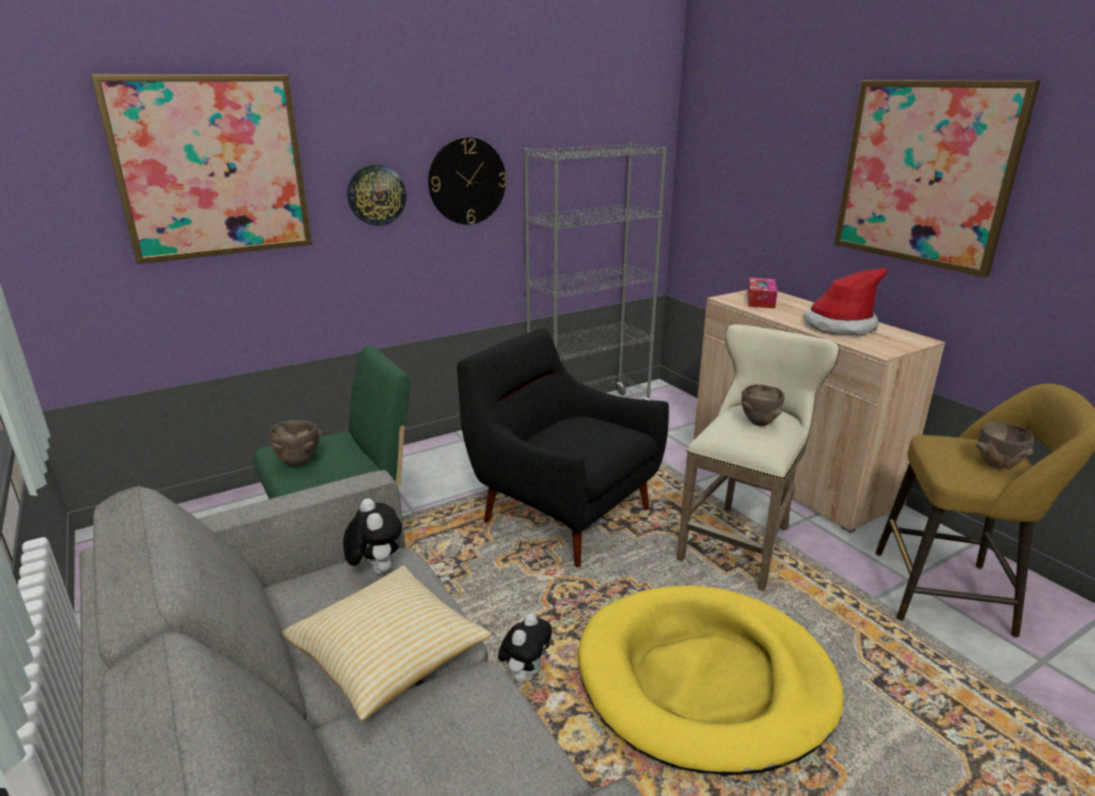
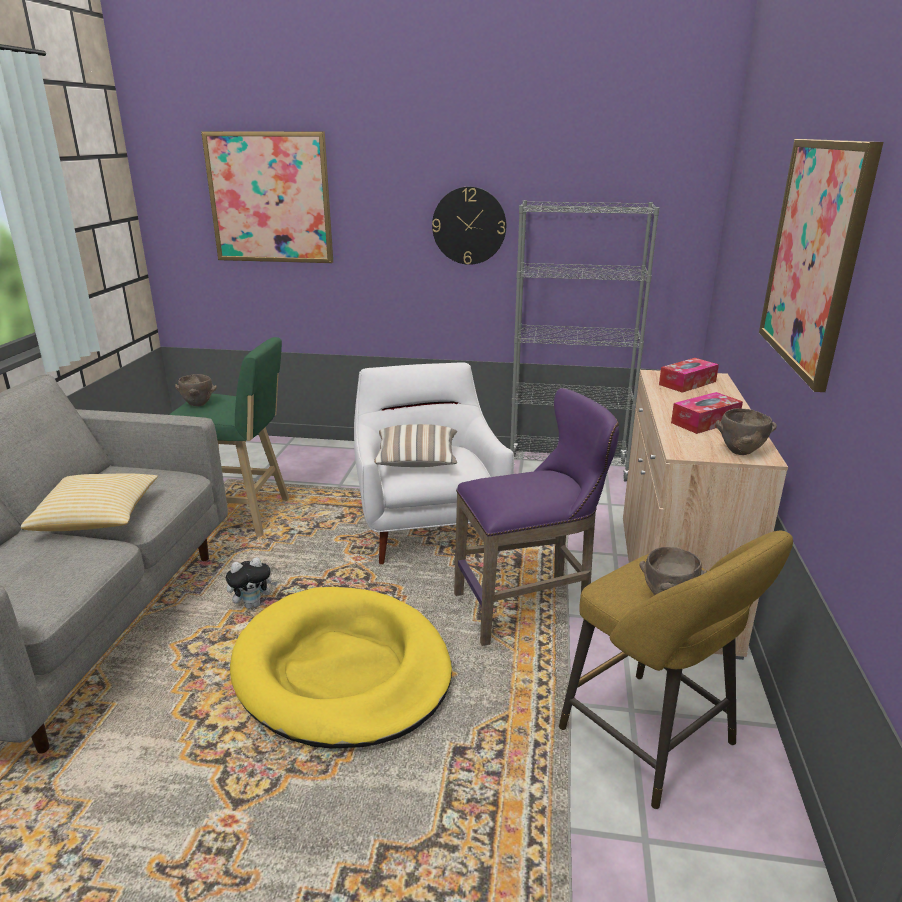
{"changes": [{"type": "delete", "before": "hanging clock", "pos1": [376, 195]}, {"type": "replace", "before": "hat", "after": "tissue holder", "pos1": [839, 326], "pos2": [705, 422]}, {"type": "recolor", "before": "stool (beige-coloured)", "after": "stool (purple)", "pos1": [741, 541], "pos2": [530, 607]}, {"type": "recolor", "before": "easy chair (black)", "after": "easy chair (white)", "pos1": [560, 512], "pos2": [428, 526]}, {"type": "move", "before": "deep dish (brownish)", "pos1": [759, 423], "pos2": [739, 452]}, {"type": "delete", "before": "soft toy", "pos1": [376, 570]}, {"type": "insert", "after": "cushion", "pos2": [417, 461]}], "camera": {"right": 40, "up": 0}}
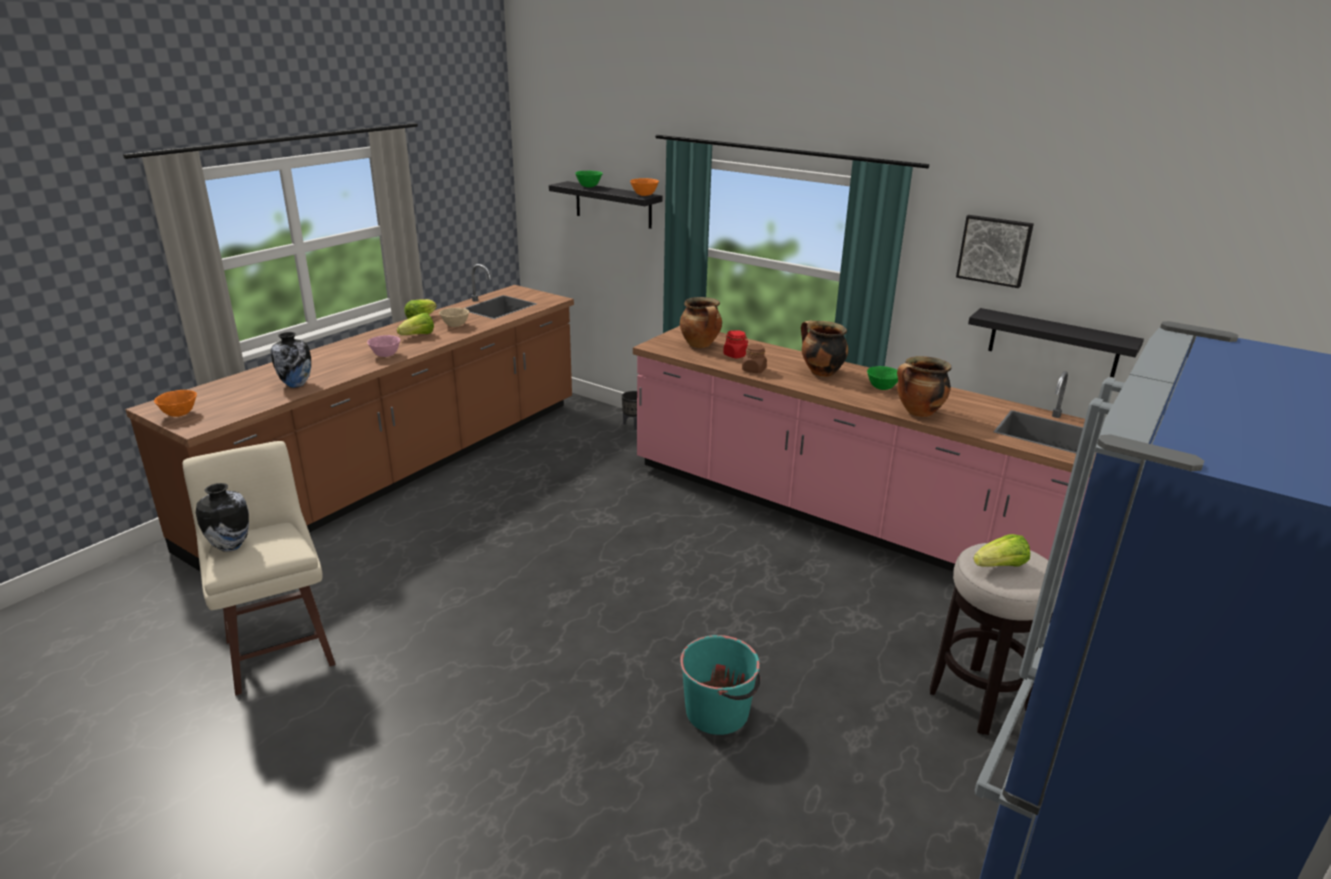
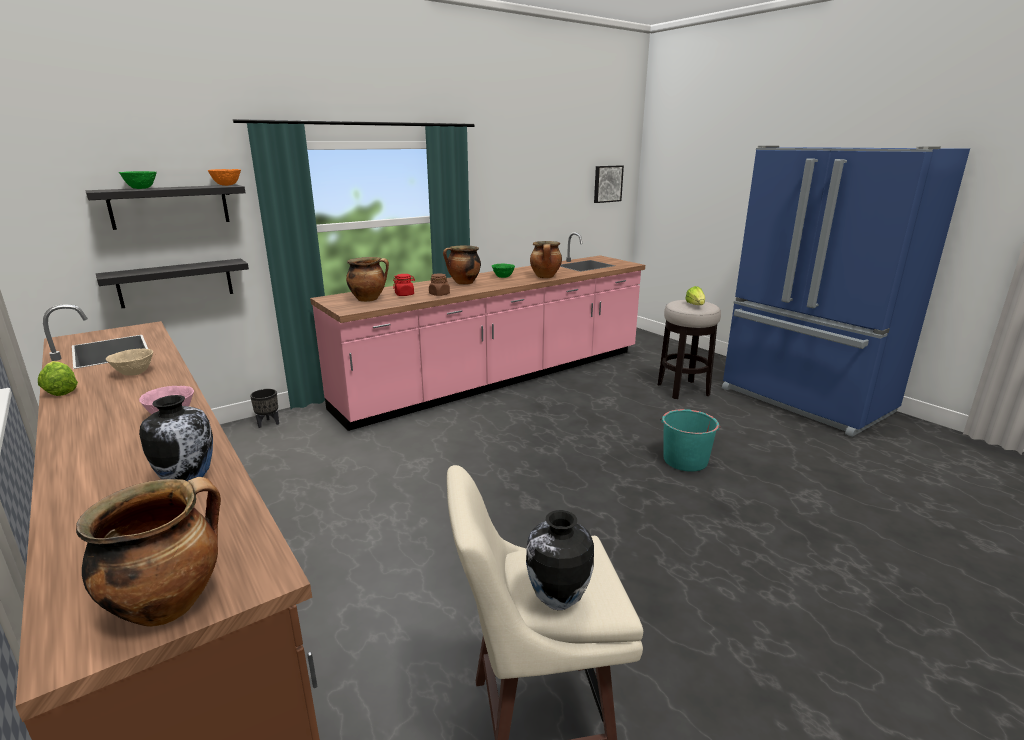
{"changes": [{"type": "move", "before": "picture", "pos1": [994, 250], "pos2": [607, 184]}, {"type": "move", "before": "wall shelf (black)", "pos1": [1053, 343], "pos2": [176, 283]}, {"type": "delete", "before": "head of lettuce", "pos1": [418, 336]}, {"type": "replace", "before": "deep dish (orangey)", "after": "saucepot", "pos1": [180, 414], "pos2": [170, 603]}], "camera": {"right": -70, "up": -5}}
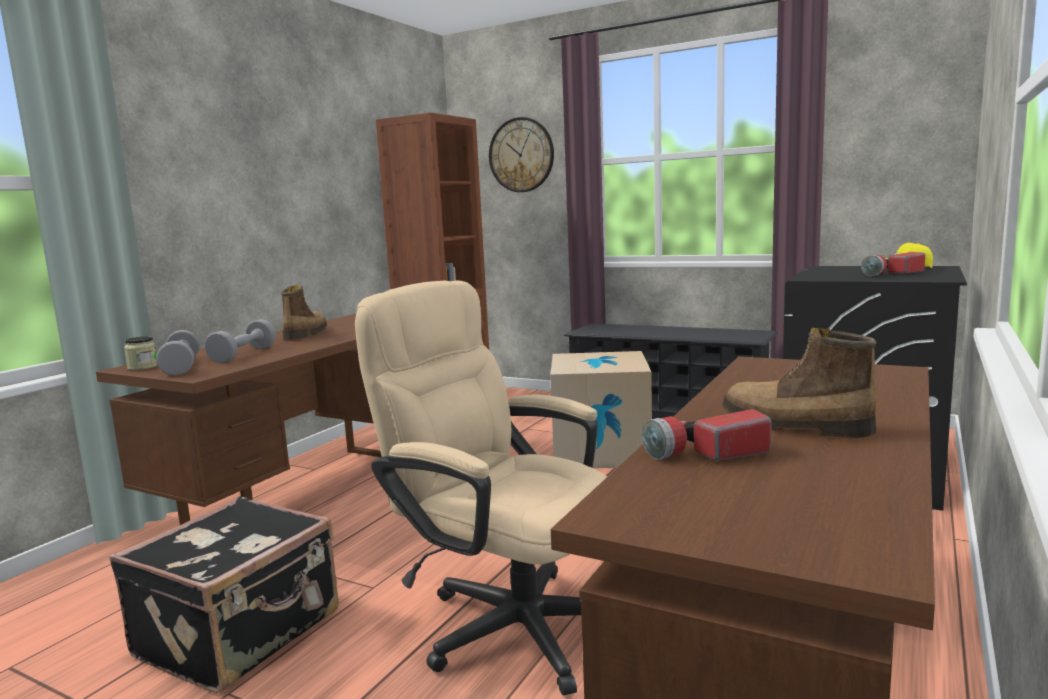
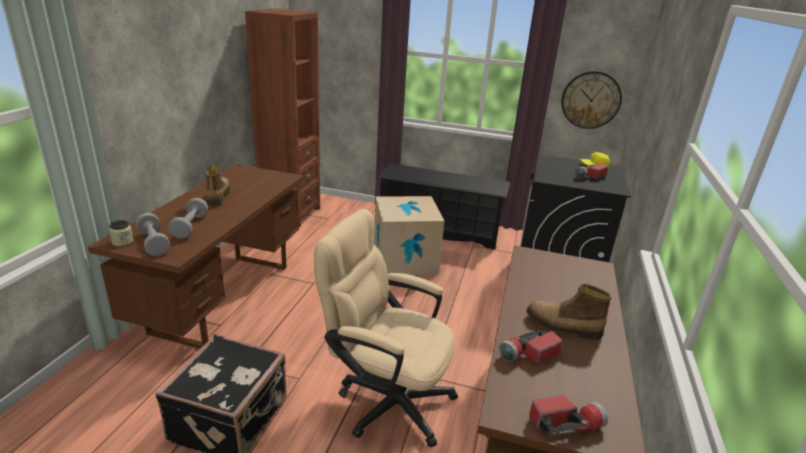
{"changes": [{"type": "move", "before": "hanging clock", "pos1": [521, 155], "pos2": [591, 100]}, {"type": "insert", "after": "flashlight", "pos2": [565, 424]}], "camera": {"right": -15, "up": 15}}
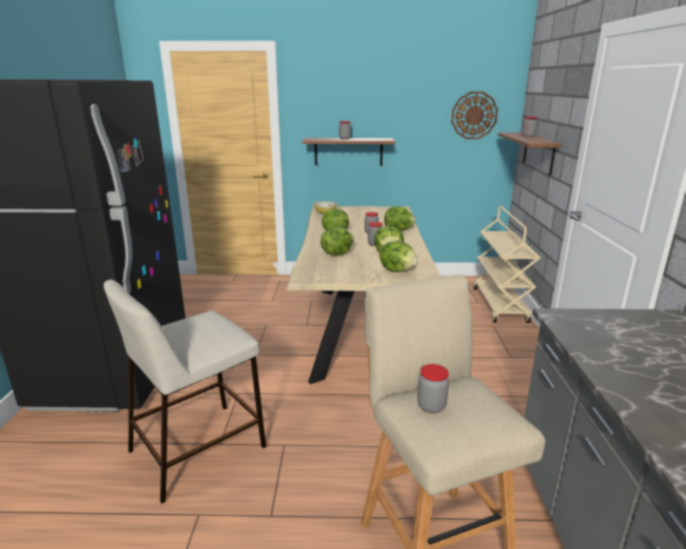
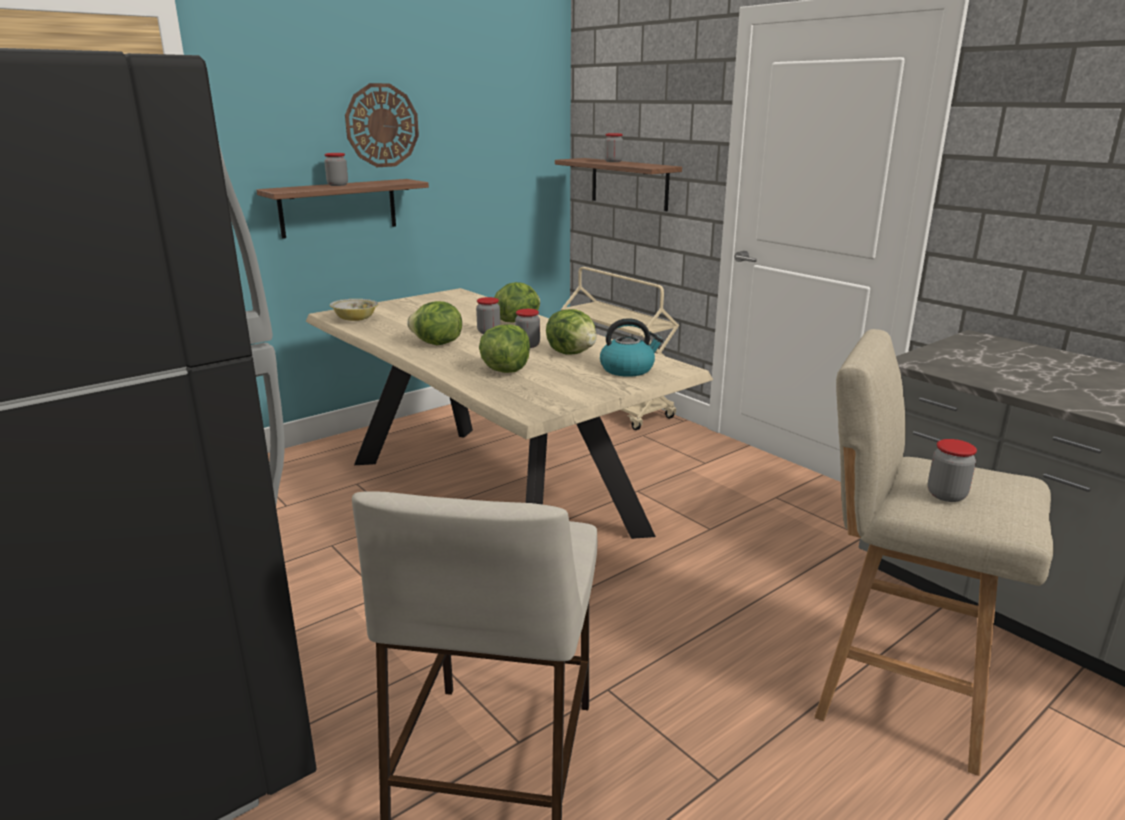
{"changes": [{"type": "move", "before": "hanging clock", "pos1": [474, 115], "pos2": [382, 125]}, {"type": "replace", "before": "head of lettuce", "after": "water kettle", "pos1": [398, 270], "pos2": [628, 369]}], "camera": {"right": -40, "up": 0}}
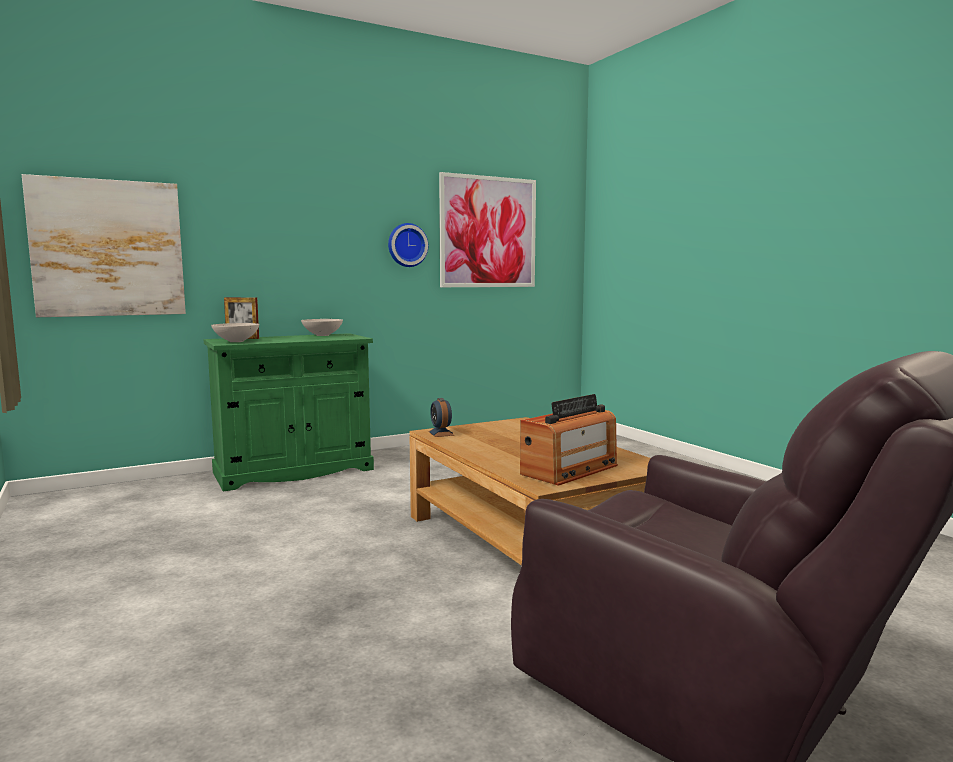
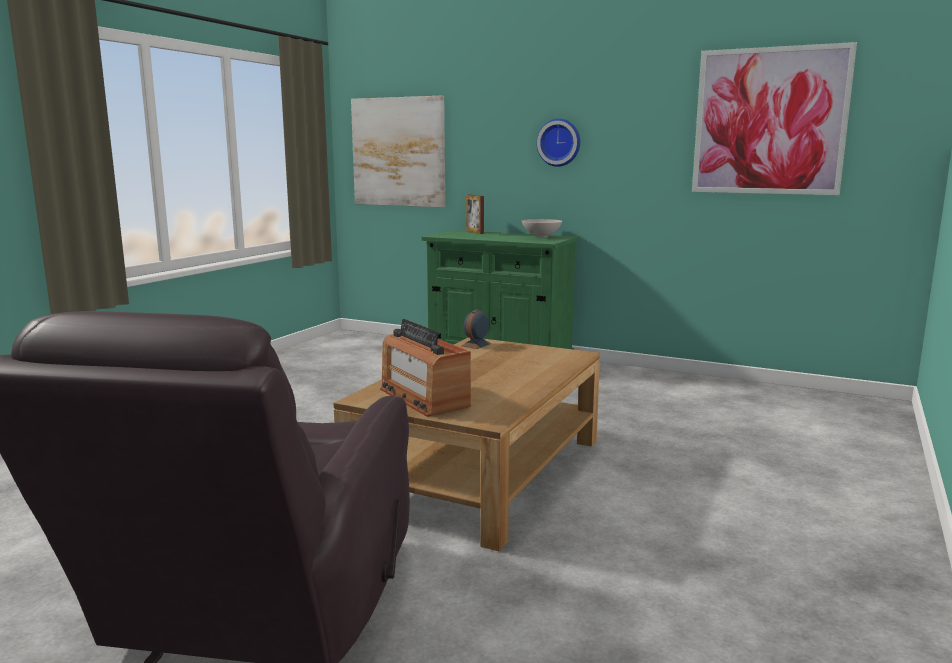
{"changes": [{"type": "move", "before": "hanging clock", "pos1": [407, 245], "pos2": [559, 142]}, {"type": "delete", "before": "deep dish (white)", "pos1": [236, 341]}, {"type": "rotate", "before": "radio set", "pos1": [570, 470], "pos2": [423, 398], "turn": 45}], "camera": {"right": 55, "up": 5}}
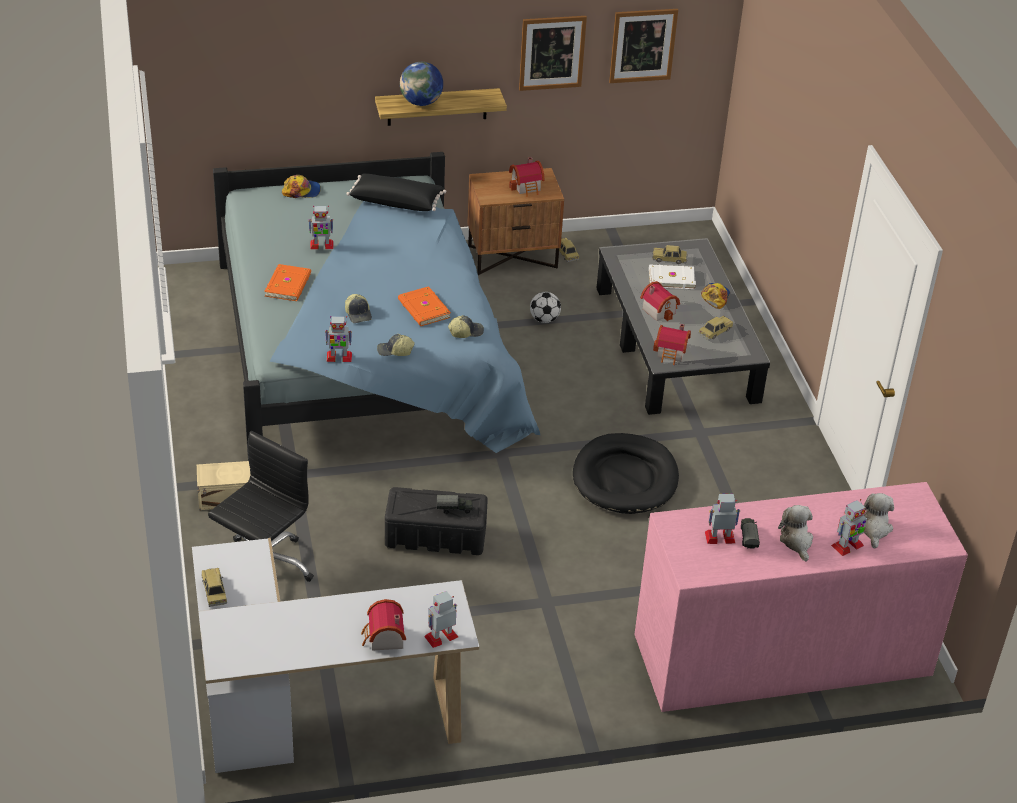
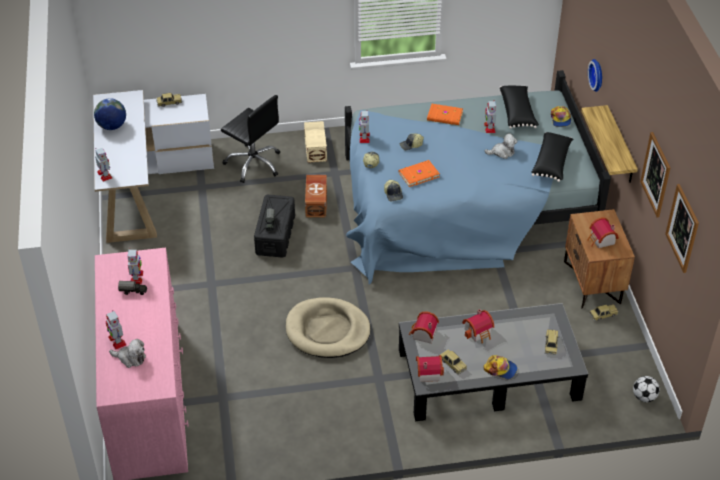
{"changes": [{"type": "move", "before": "world globe", "pos1": [421, 102], "pos2": [112, 126]}, {"type": "delete", "before": "volume (white)", "pos1": [671, 278]}, {"type": "move", "before": "ball for football", "pos1": [544, 319], "pos2": [644, 397]}, {"type": "recolor", "before": "dog cushion (black)", "after": "dog cushion (beige-coloured)", "pos1": [625, 478], "pos2": [327, 331]}, {"type": "move", "before": "soft toy", "pos1": [796, 541], "pos2": [502, 152]}, {"type": "move", "before": "model house", "pos1": [383, 639], "pos2": [427, 372]}, {"type": "insert", "after": "hanging clock", "pos2": [598, 75]}, {"type": "insert", "after": "cushion (black)", "pos2": [517, 113]}, {"type": "insert", "after": "storage bin (brownish)", "pos2": [317, 203]}], "camera": {"right": 95, "up": 5}}
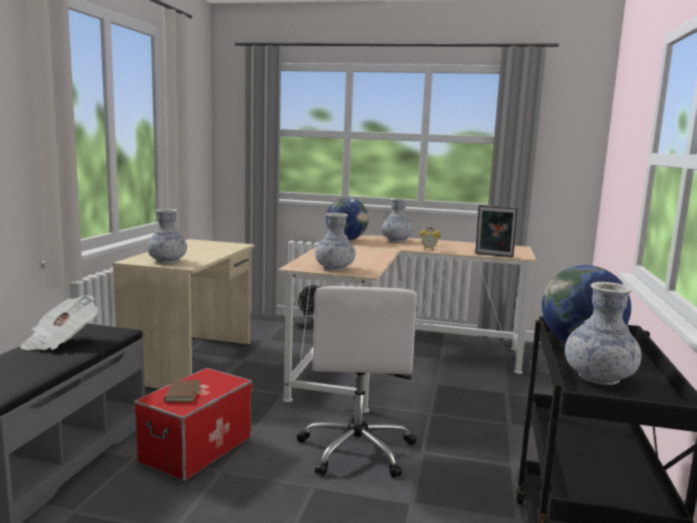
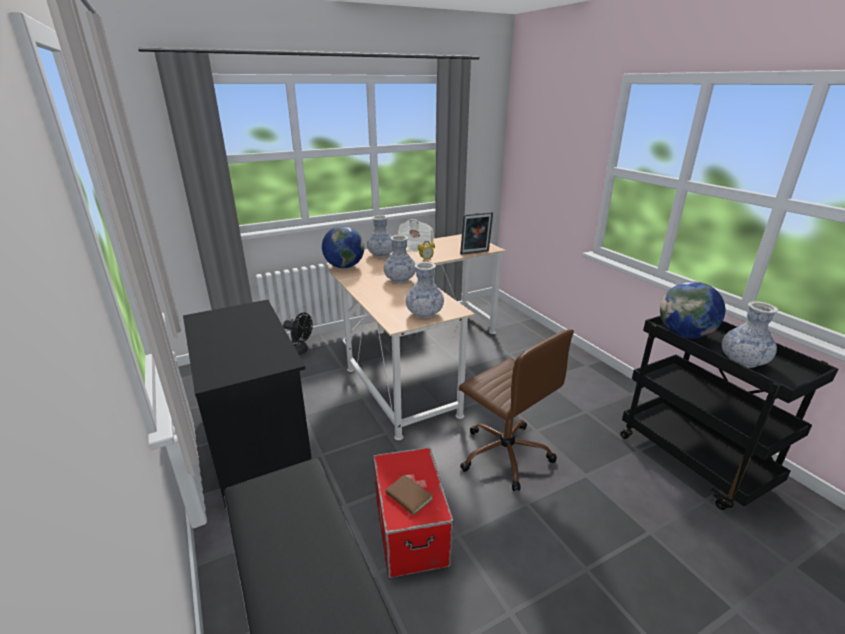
{"changes": [{"type": "move", "before": "vase", "pos1": [167, 261], "pos2": [400, 279]}, {"type": "recolor", "before": "desk unit (beige-coloured)", "after": "desk unit (black)", "pos1": [192, 361], "pos2": [258, 441]}, {"type": "recolor", "before": "desk chair (white)", "after": "desk chair (brownish)", "pos1": [357, 449], "pos2": [504, 453]}, {"type": "move", "before": "printed paper", "pos1": [60, 341], "pos2": [415, 246]}], "camera": {"right": -40, "up": 15}}
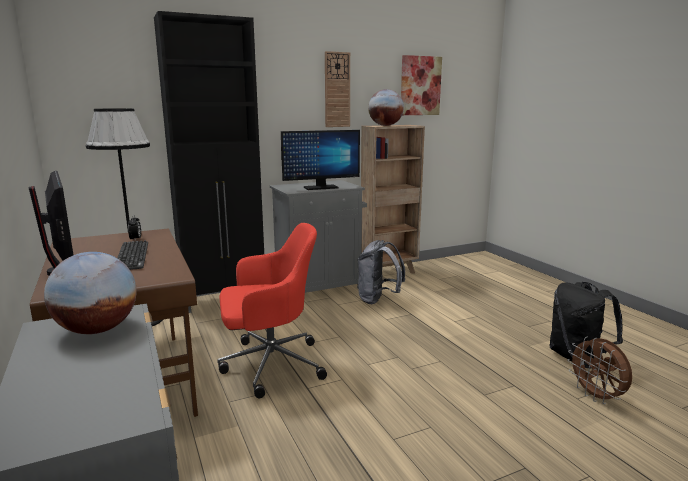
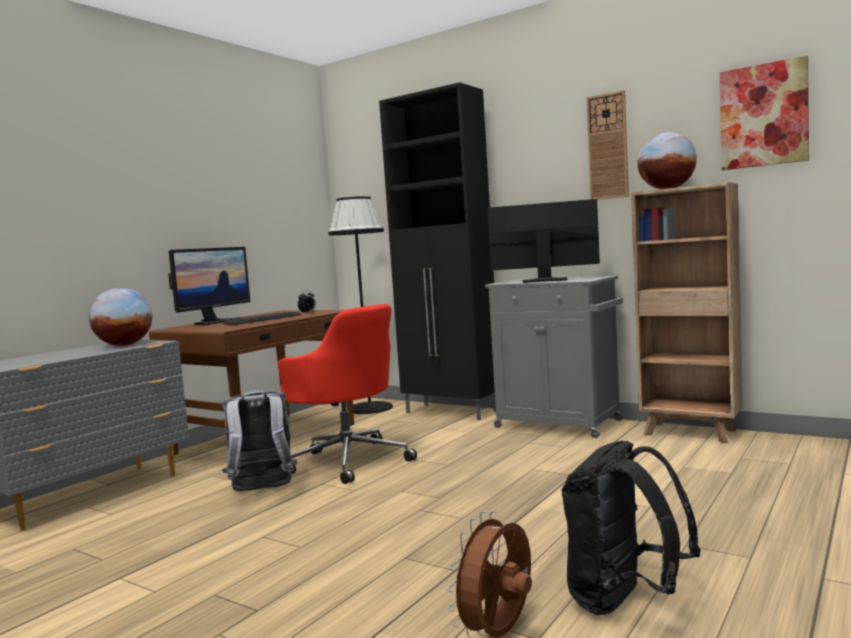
{"changes": [{"type": "rotate", "before": "computer screen", "pos1": [320, 187], "pos2": [545, 280], "turn": 150}, {"type": "move", "before": "backpack (grey)", "pos1": [378, 300], "pos2": [262, 490]}], "camera": {"right": 60, "up": -10}}
